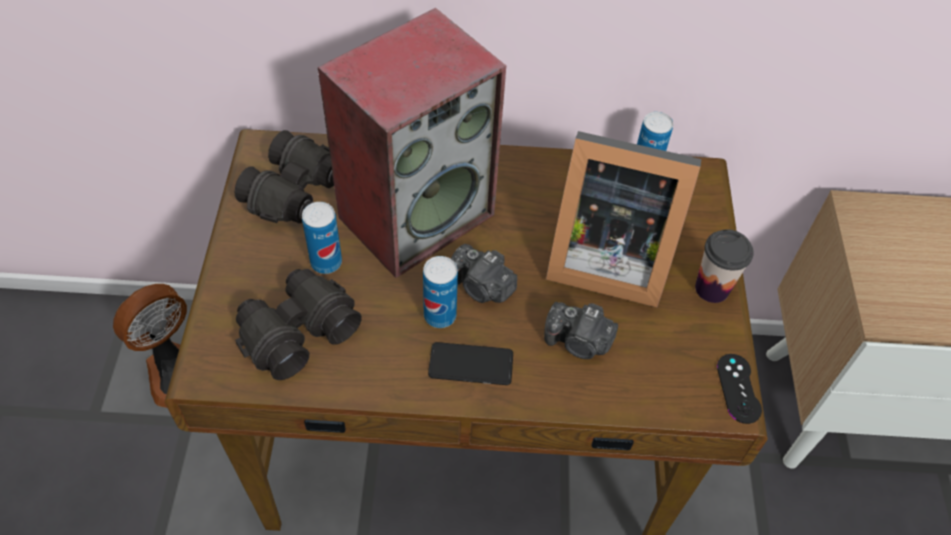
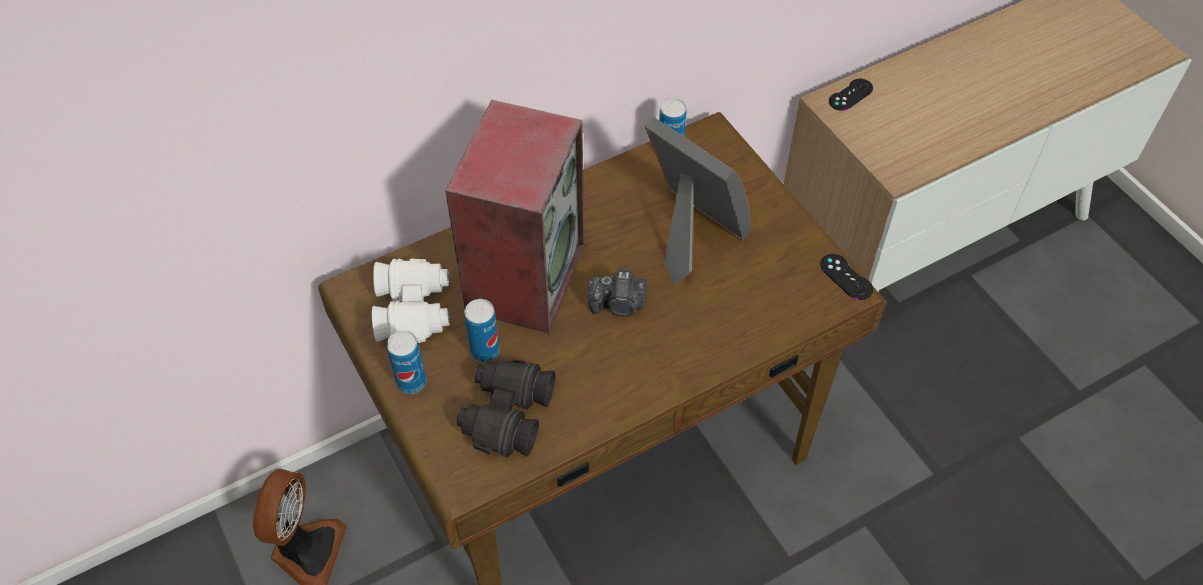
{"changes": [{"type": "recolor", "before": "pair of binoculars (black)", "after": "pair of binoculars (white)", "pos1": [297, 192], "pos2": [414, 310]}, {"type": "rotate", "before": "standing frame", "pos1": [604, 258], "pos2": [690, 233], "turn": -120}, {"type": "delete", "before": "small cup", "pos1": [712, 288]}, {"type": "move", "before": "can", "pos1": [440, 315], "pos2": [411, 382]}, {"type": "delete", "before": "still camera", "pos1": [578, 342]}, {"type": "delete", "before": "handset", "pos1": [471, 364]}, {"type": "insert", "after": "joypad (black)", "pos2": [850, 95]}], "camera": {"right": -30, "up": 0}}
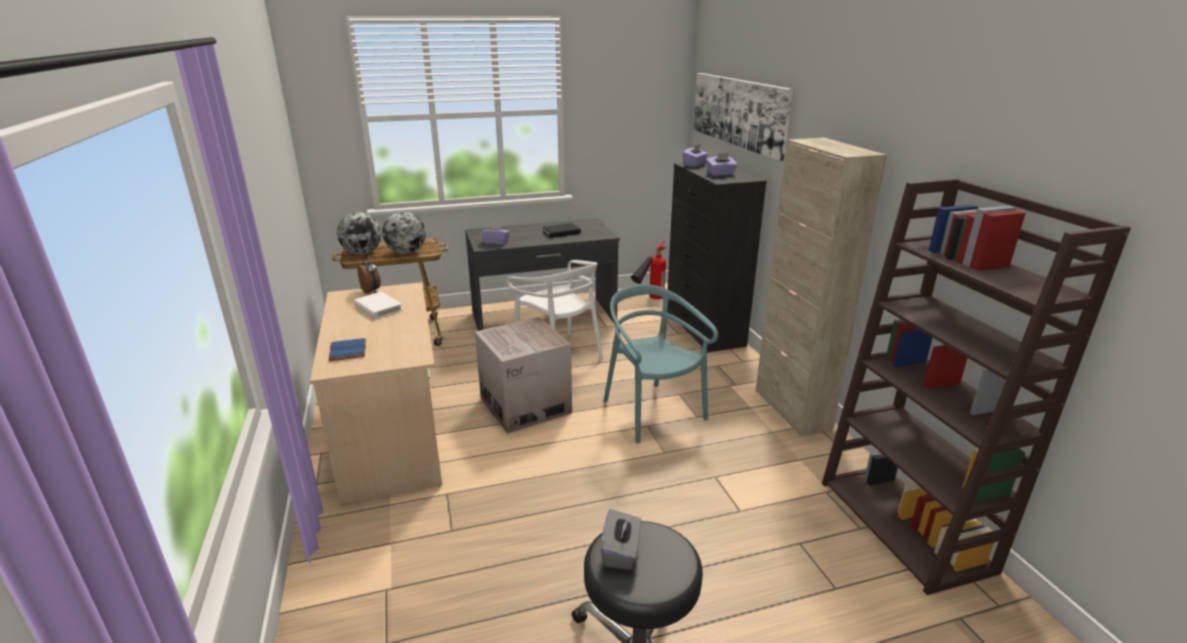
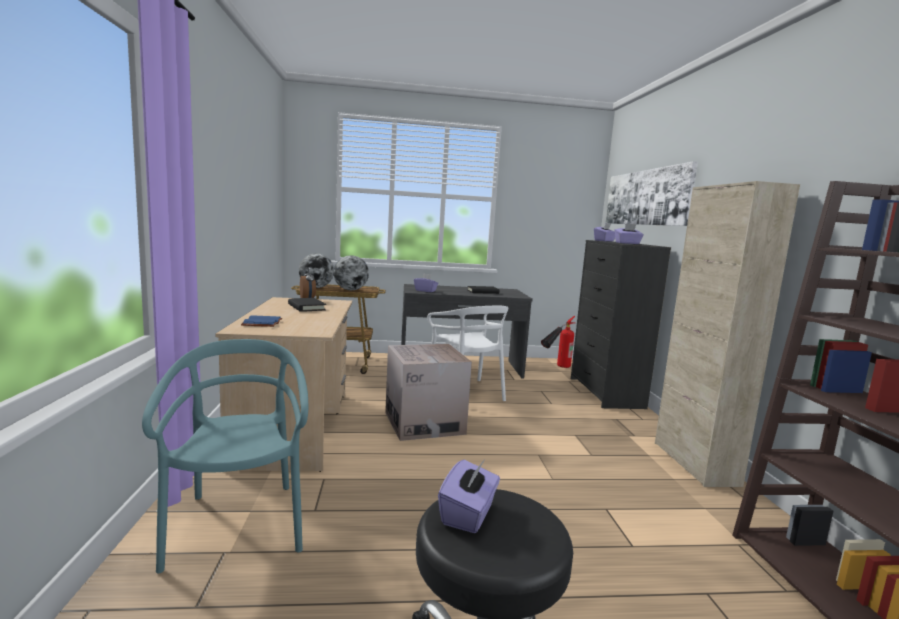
{"changes": [{"type": "move", "before": "plain chair (blue-green)", "pos1": [652, 412], "pos2": [238, 525]}, {"type": "recolor", "before": "volume (white)", "after": "volume (black)", "pos1": [378, 308], "pos2": [306, 307]}, {"type": "recolor", "before": "tissue holder (grey)", "after": "tissue holder (purple)", "pos1": [621, 552], "pos2": [468, 514]}], "camera": {"right": 10, "up": -15}}
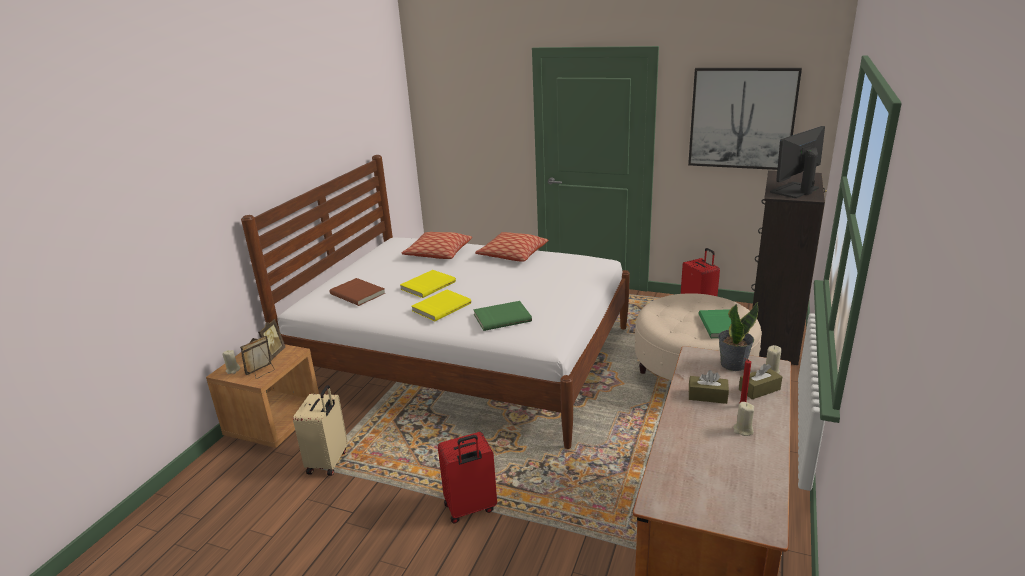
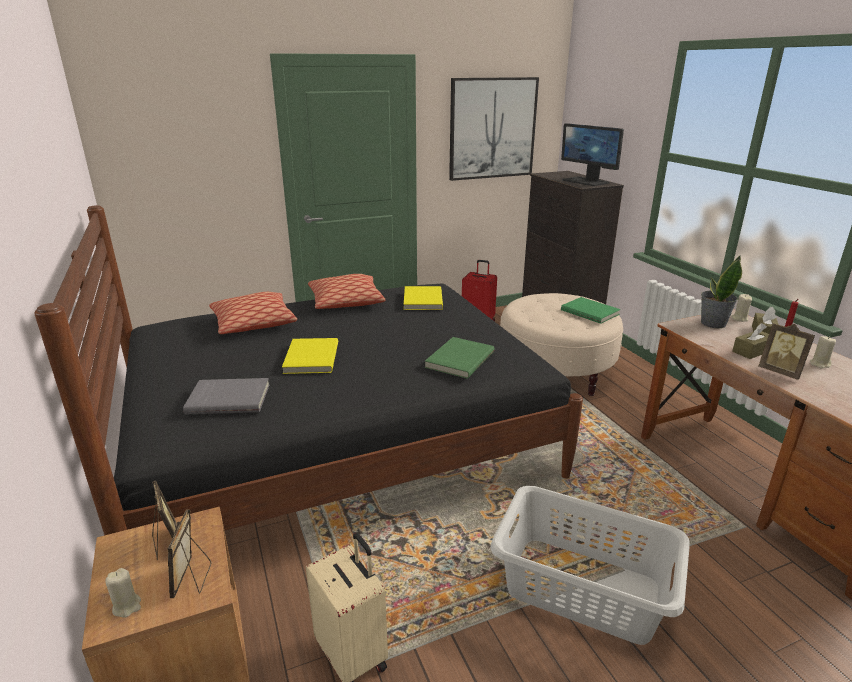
{"changes": [{"type": "rotate", "before": "computer screen", "pos1": [795, 190], "pos2": [586, 181], "turn": -45}, {"type": "recolor", "before": "bedroom bed (white)", "after": "bedroom bed (black)", "pos1": [465, 358], "pos2": [338, 444]}, {"type": "recolor", "before": "volume (brownish)", "after": "volume (grey)", "pos1": [358, 293], "pos2": [229, 398]}, {"type": "move", "before": "volume (yellow-coloured)", "pos1": [441, 307], "pos2": [421, 300]}, {"type": "replace", "before": "piece of luggage (red)", "after": "laundry basket (grey)", "pos1": [470, 508], "pos2": [583, 589]}, {"type": "insert", "after": "standing frame", "pos2": [780, 372]}], "camera": {"right": -45, "up": 0}}
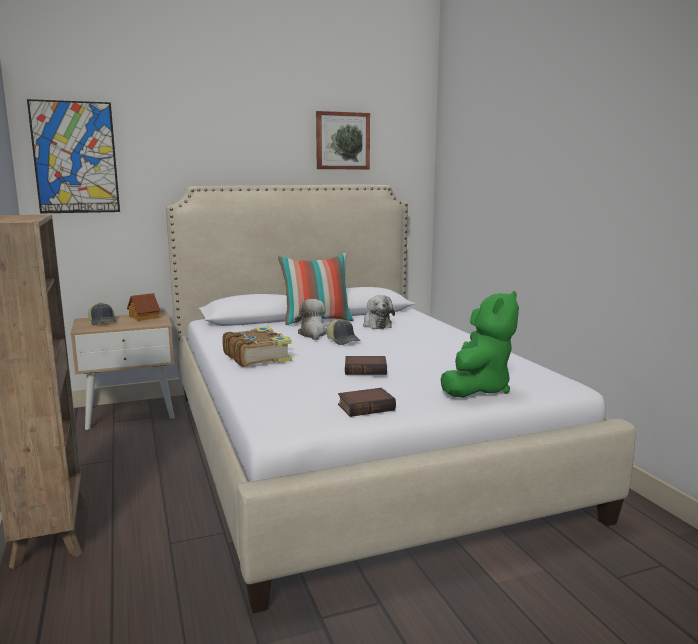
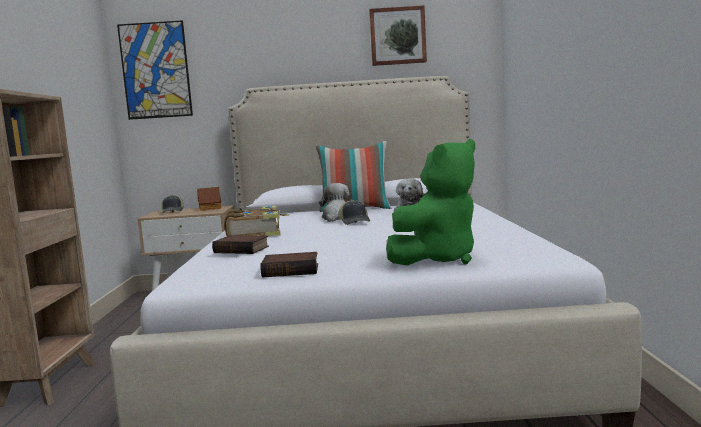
{"changes": [{"type": "move", "before": "volume", "pos1": [366, 369], "pos2": [242, 249]}], "camera": {"right": 20, "up": -5}}
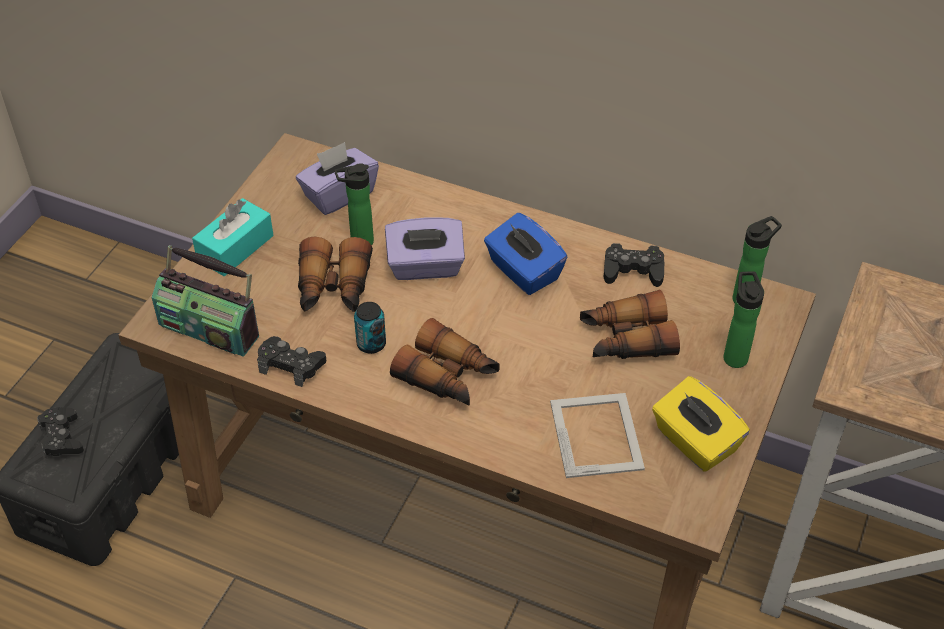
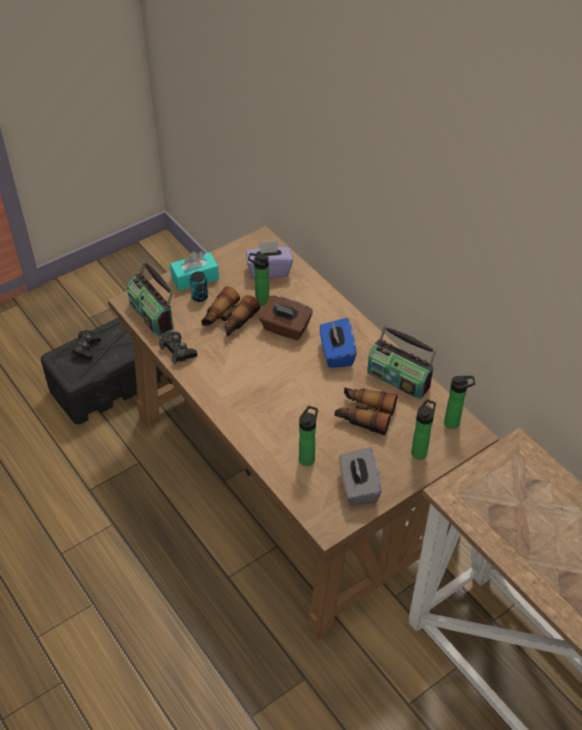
{"changes": [{"type": "recolor", "before": "tissue holder (purple)", "after": "tissue holder (brownish)", "pos1": [425, 267], "pos2": [285, 328]}, {"type": "replace", "before": "joypad (black)", "after": "radio set", "pos1": [633, 271], "pos2": [399, 379]}, {"type": "move", "before": "can", "pos1": [371, 344], "pos2": [199, 297]}, {"type": "delete", "before": "pair of binoculars", "pos1": [448, 376]}, {"type": "recolor", "before": "tissue holder (yellow-coloured)", "after": "tissue holder (grey)", "pos1": [695, 442], "pos2": [358, 487]}, {"type": "replace", "before": "standing frame", "after": "drink bottle", "pos1": [597, 434], "pos2": [307, 458]}], "camera": {"right": 30, "up": 0}}
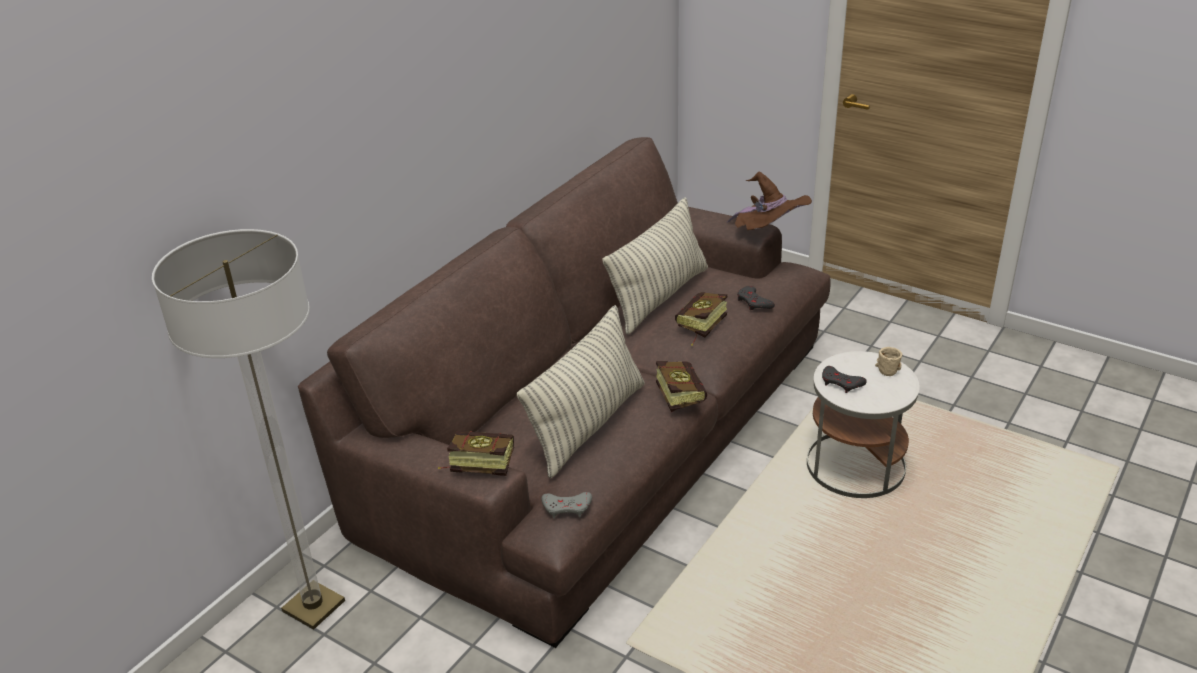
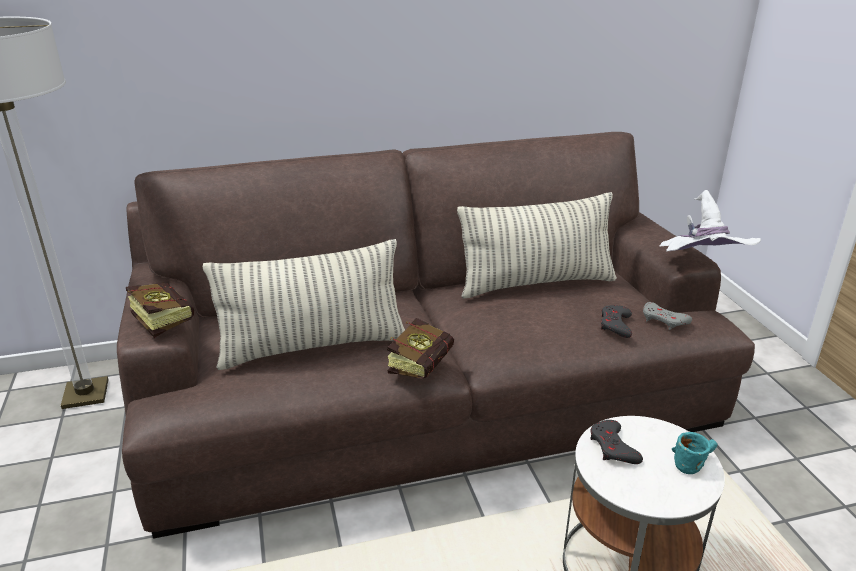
{"changes": [{"type": "recolor", "before": "hat (brownish)", "after": "hat (white)", "pos1": [769, 234], "pos2": [701, 269]}, {"type": "delete", "before": "volume", "pos1": [698, 328]}, {"type": "recolor", "before": "tea mug (beige-coloured)", "after": "tea mug (blue-green)", "pos1": [887, 367], "pos2": [693, 462]}, {"type": "move", "before": "joypad (grey)", "pos1": [567, 507], "pos2": [664, 320]}], "camera": {"right": 40, "up": -5}}
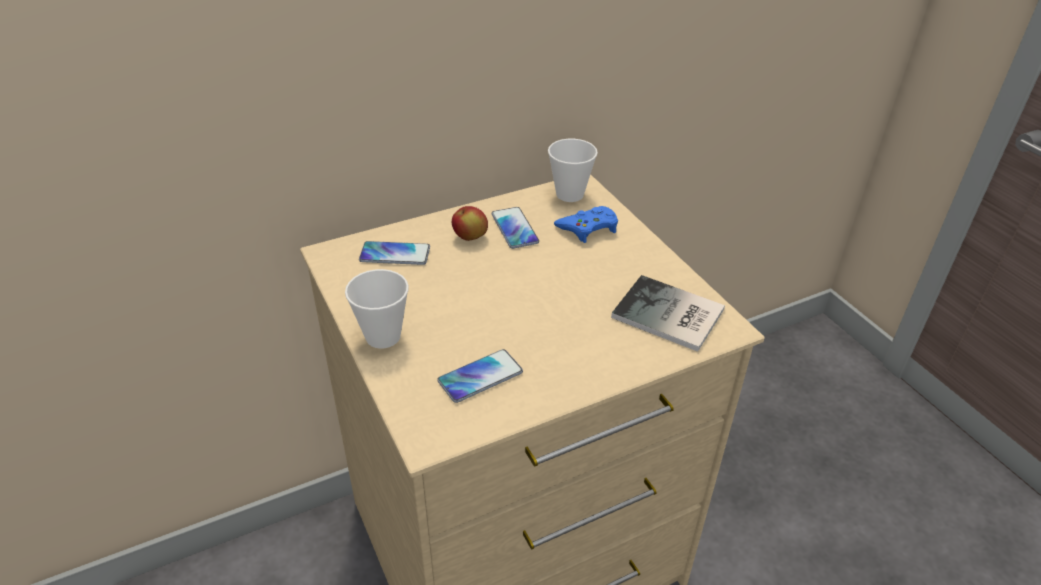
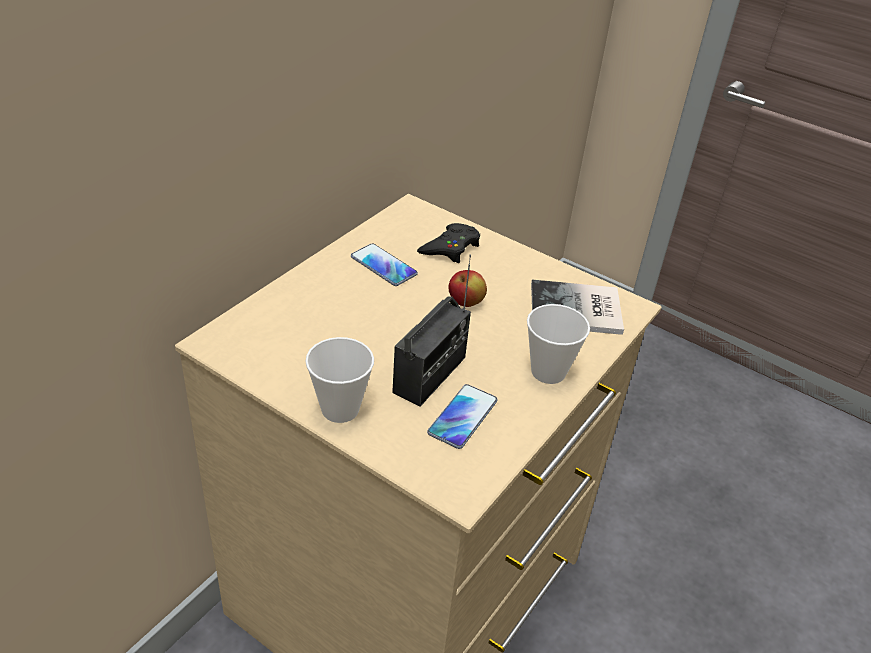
{"changes": [{"type": "move", "before": "small cup", "pos1": [569, 194], "pos2": [548, 371]}, {"type": "move", "before": "apple fruit", "pos1": [470, 237], "pos2": [466, 303]}, {"type": "recolor", "before": "joypad (bluish)", "after": "joypad (black)", "pos1": [588, 228], "pos2": [450, 248]}, {"type": "delete", "before": "handset", "pos1": [395, 254]}, {"type": "insert", "after": "radio set", "pos2": [430, 375]}], "camera": {"right": -30, "up": 0}}
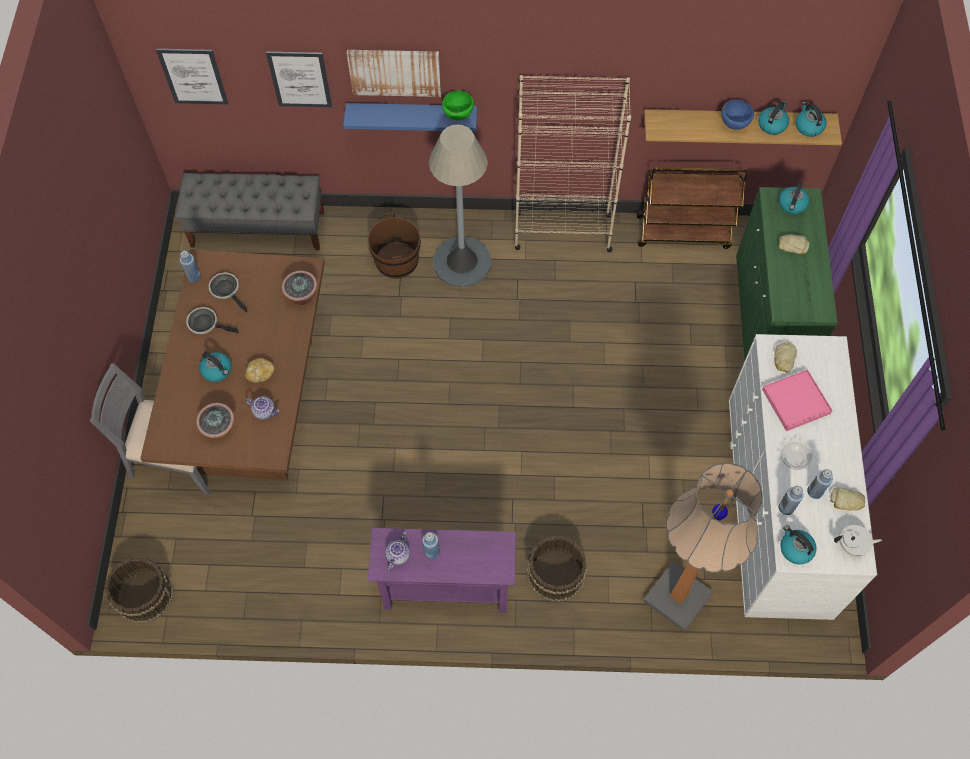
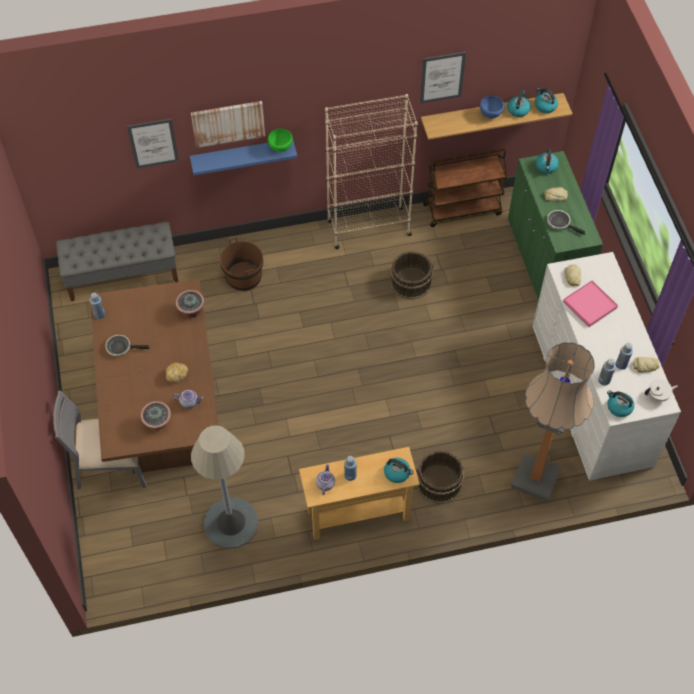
{"changes": [{"type": "move", "before": "picture", "pos1": [193, 76], "pos2": [442, 77]}, {"type": "move", "before": "standard lamp (grey)", "pos1": [462, 262], "pos2": [231, 523]}, {"type": "move", "before": "frying pan", "pos1": [227, 290], "pos2": [560, 223]}, {"type": "move", "before": "water kettle", "pos1": [217, 370], "pos2": [397, 473]}, {"type": "delete", "before": "deep dish", "pos1": [794, 458]}, {"type": "recolor", "before": "narrow table (purple)", "after": "narrow table (beige-coloured)", "pos1": [446, 590], "pos2": [358, 514]}, {"type": "move", "before": "bucket (brownish)", "pos1": [144, 594], "pos2": [410, 282]}], "camera": {"right": -15, "up": -5}}
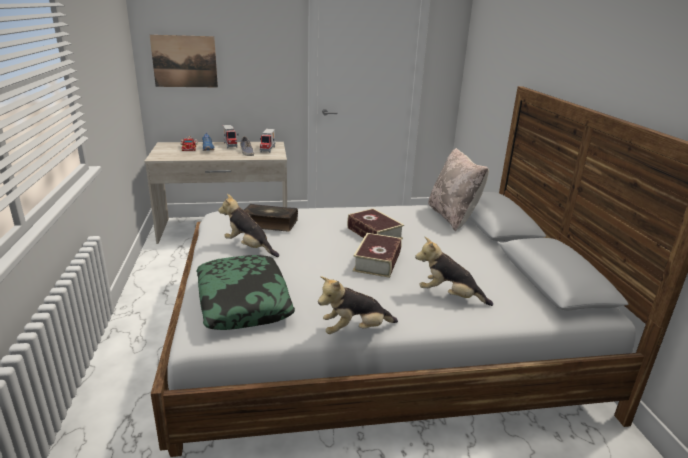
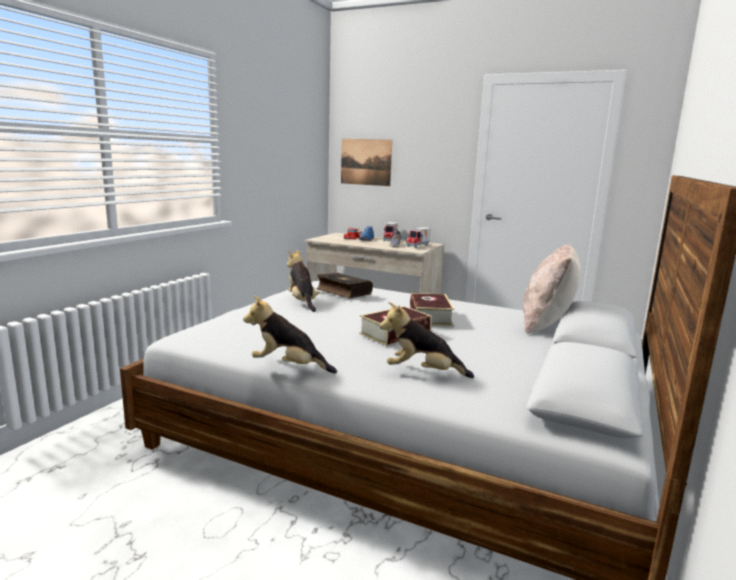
{"changes": [{"type": "rotate", "before": "soft toy", "pos1": [449, 296], "pos2": [422, 373], "turn": -45}, {"type": "delete", "before": "cushion", "pos1": [243, 301]}], "camera": {"right": 35, "up": -10}}
